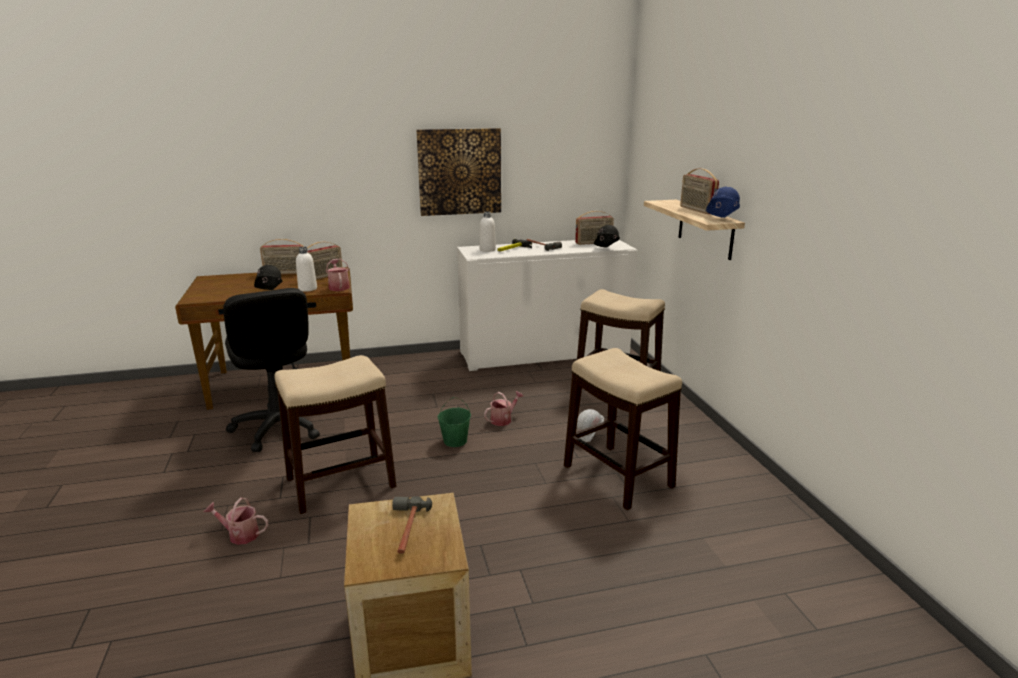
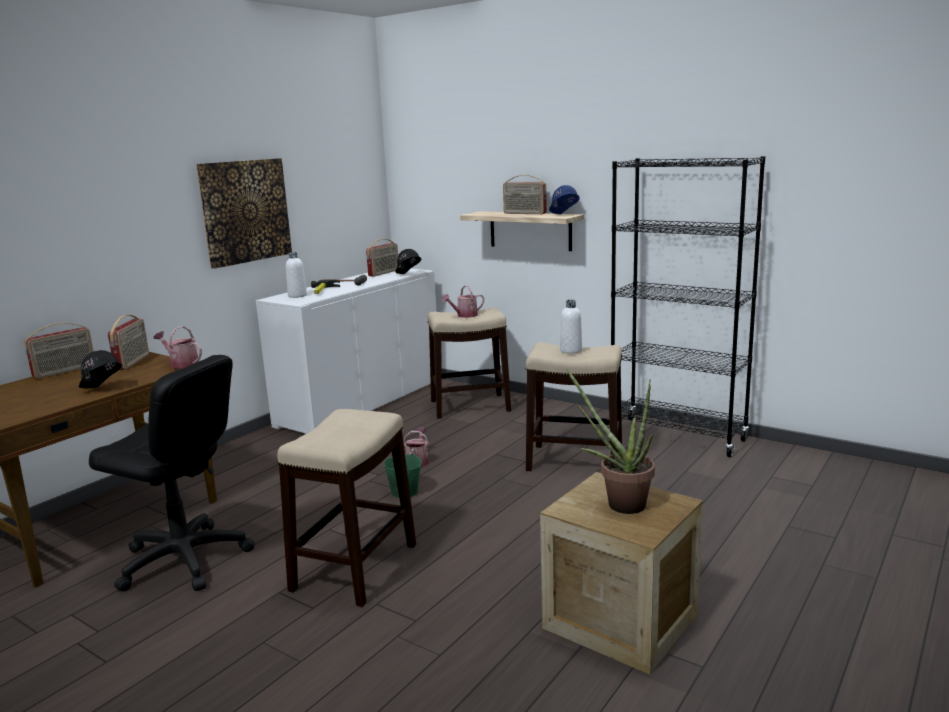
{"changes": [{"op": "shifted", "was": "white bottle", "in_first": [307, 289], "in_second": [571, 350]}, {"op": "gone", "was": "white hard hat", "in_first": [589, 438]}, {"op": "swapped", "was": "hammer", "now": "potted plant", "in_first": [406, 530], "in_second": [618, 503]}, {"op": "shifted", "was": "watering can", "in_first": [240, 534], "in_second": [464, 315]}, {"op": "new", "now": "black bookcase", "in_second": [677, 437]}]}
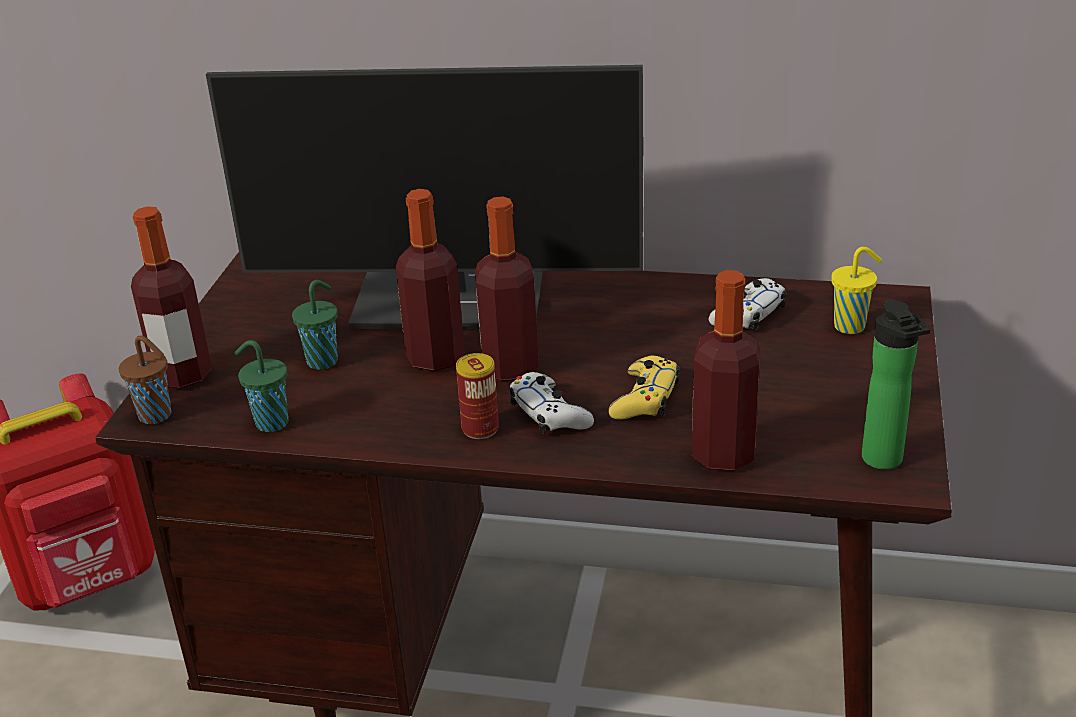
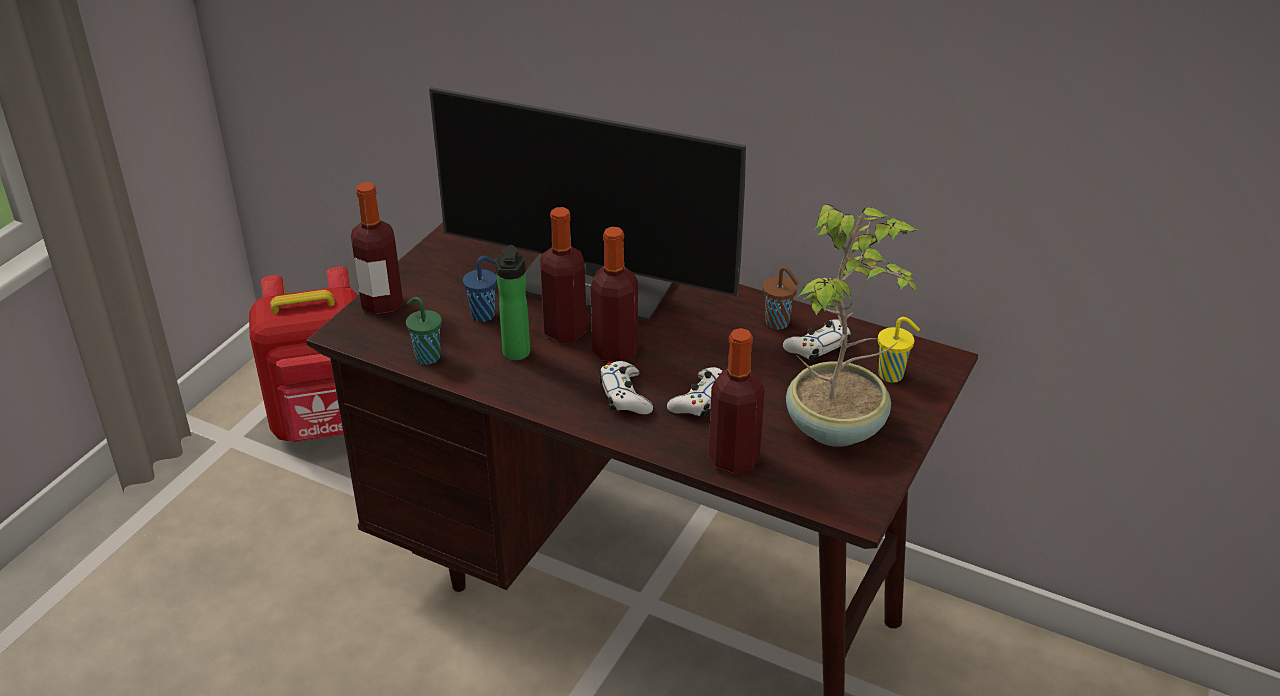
{"changes": [{"op": "repainted", "was": "green cup", "now": "blue cup", "in_first": [323, 361], "in_second": [484, 314]}, {"op": "shifted", "was": "bottle", "in_first": [885, 462], "in_second": [516, 355]}, {"op": "shifted", "was": "brown cup", "in_first": [157, 416], "in_second": [778, 323]}, {"op": "gone", "was": "can", "in_first": [480, 428]}, {"op": "repainted", "was": "yellow game controller", "now": "white game controller", "in_first": [645, 398], "in_second": [701, 400]}, {"op": "new", "now": "potted plant", "in_second": [838, 427]}]}
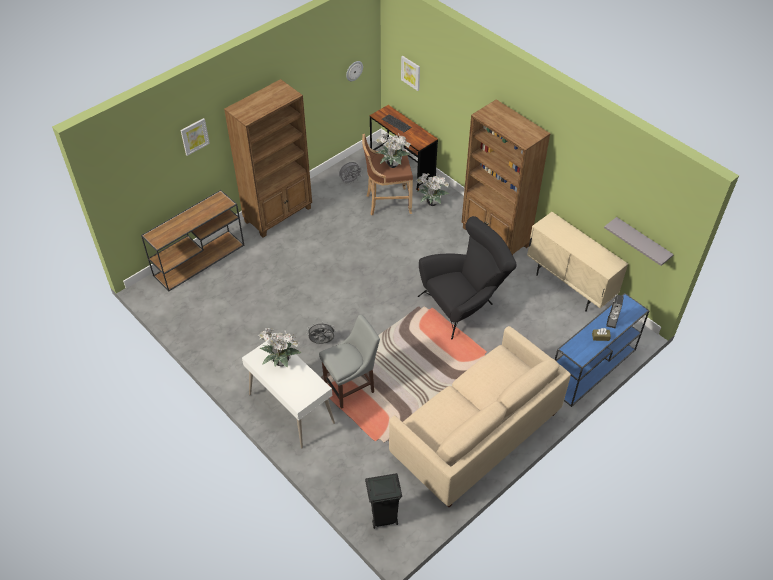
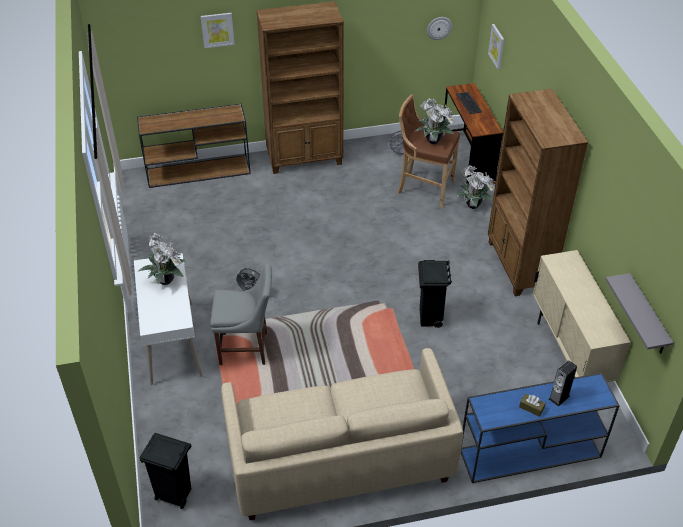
{"changes": [{"op": "swapped", "was": "black armchair", "now": "black trash can", "in_first": [463, 303], "in_second": [430, 319]}]}
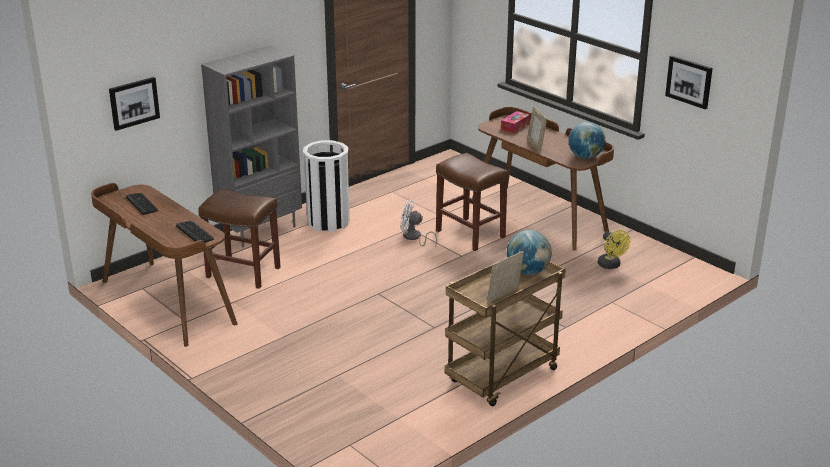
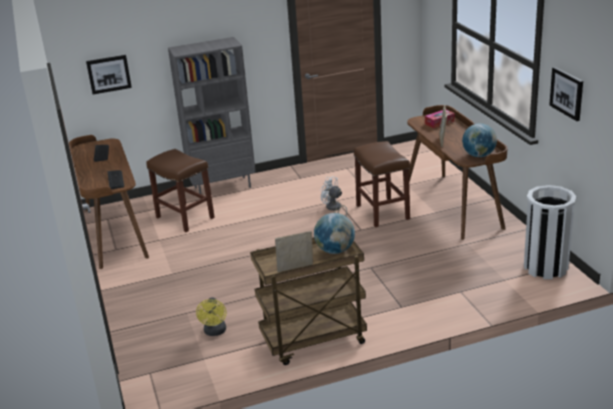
{"changes": [{"op": "shifted", "was": "white trash can", "in_first": [328, 222], "in_second": [545, 267]}, {"op": "shifted", "was": "yellow fan", "in_first": [611, 265], "in_second": [215, 332]}]}
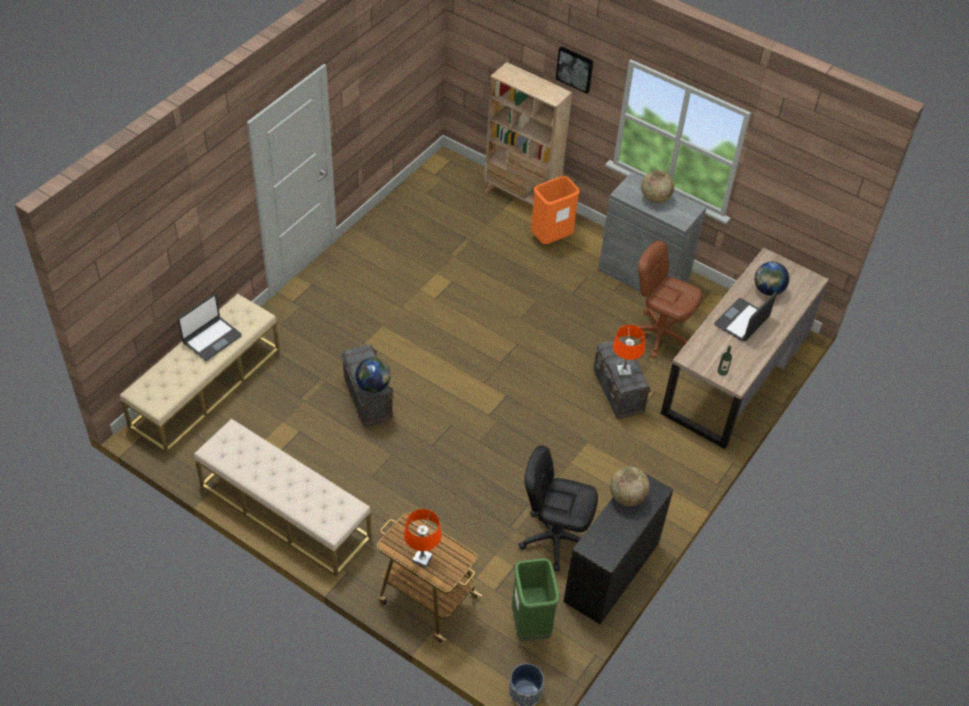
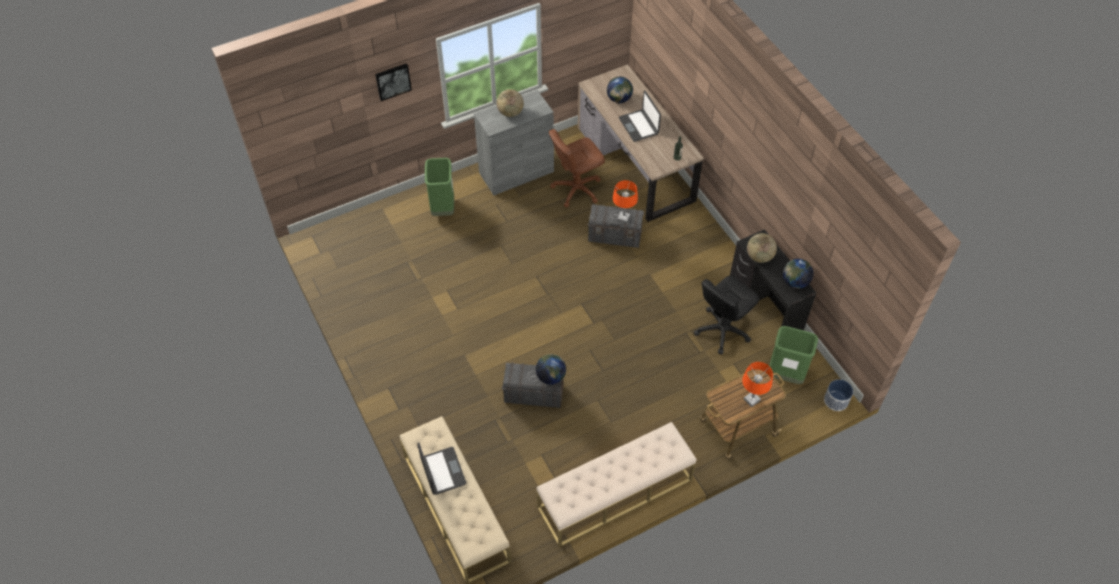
{"changes": [{"op": "gone", "was": "beige bookcase", "in_first": [521, 199]}, {"op": "repainted", "was": "orange trash can", "now": "green trash can", "in_first": [551, 238], "in_second": [443, 208]}, {"op": "new", "now": "globe", "in_second": [795, 282]}]}
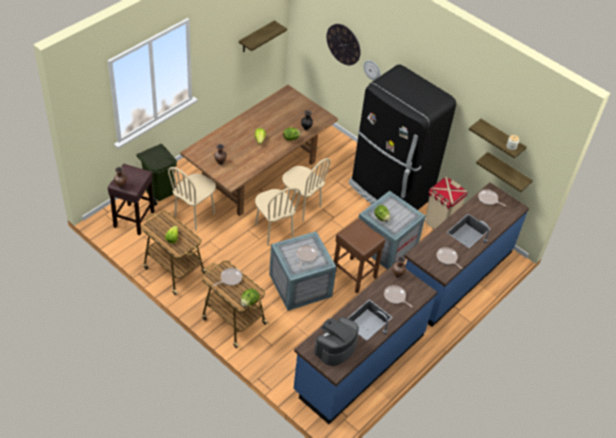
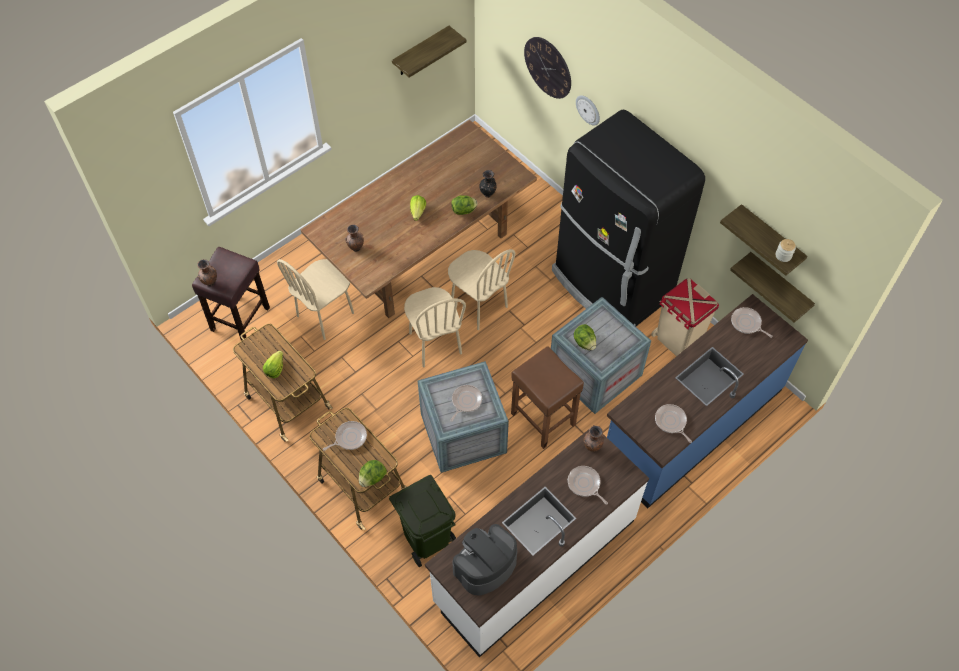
{"changes": [{"op": "shifted", "was": "green trash can", "in_first": [160, 192], "in_second": [427, 537]}, {"op": "repainted", "was": "blue counter", "now": "white counter", "in_first": [359, 362], "in_second": [534, 561]}]}
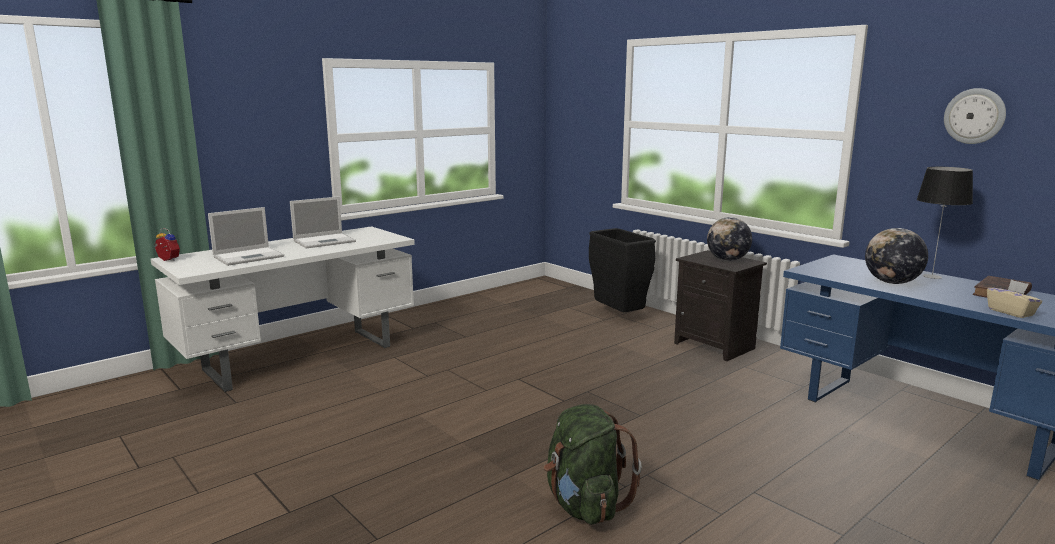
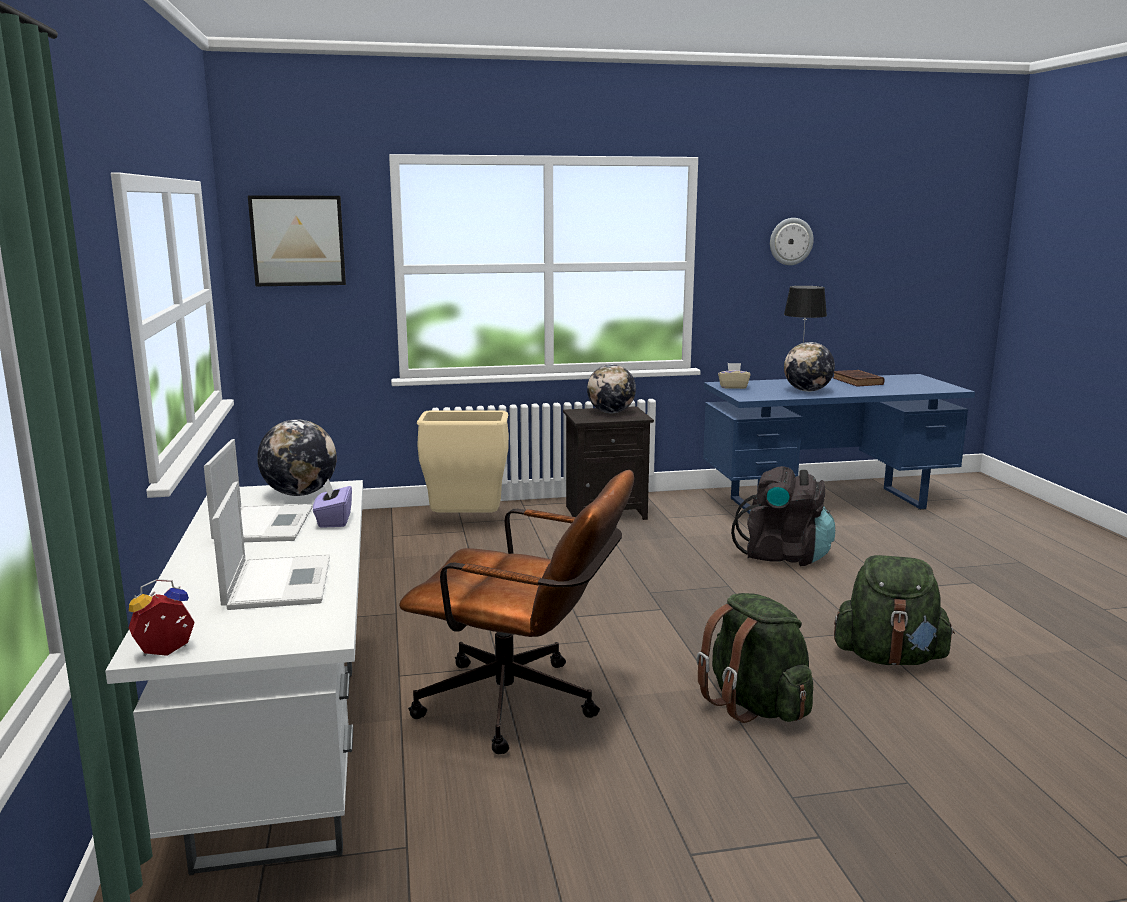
{"changes": [{"op": "repainted", "was": "black trash can", "now": "beige trash can", "in_first": [619, 316], "in_second": [466, 523]}, {"op": "shifted", "was": "beige tissue box", "in_first": [1011, 312], "in_second": [733, 387]}, {"op": "new", "now": "picture", "in_second": [298, 241]}, {"op": "new", "now": "globe", "in_second": [300, 494]}, {"op": "new", "now": "black backpack", "in_second": [783, 555]}, {"op": "new", "now": "brown office chair", "in_second": [522, 706]}, {"op": "new", "now": "purple tissue box", "in_second": [334, 520]}, {"op": "new", "now": "green backpack", "in_second": [755, 705]}]}
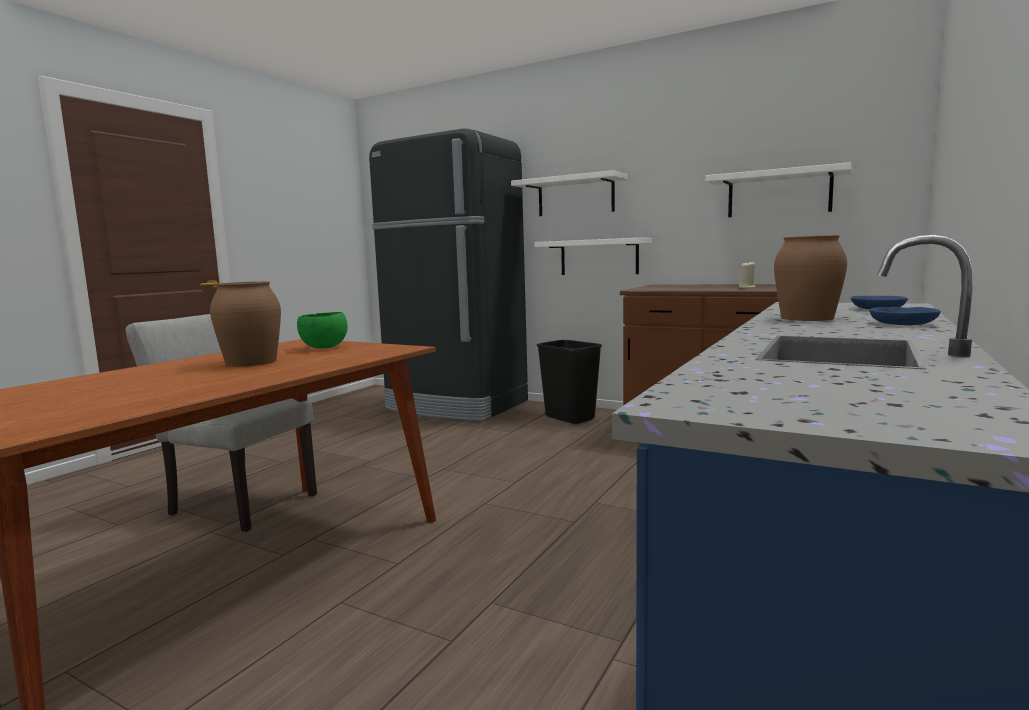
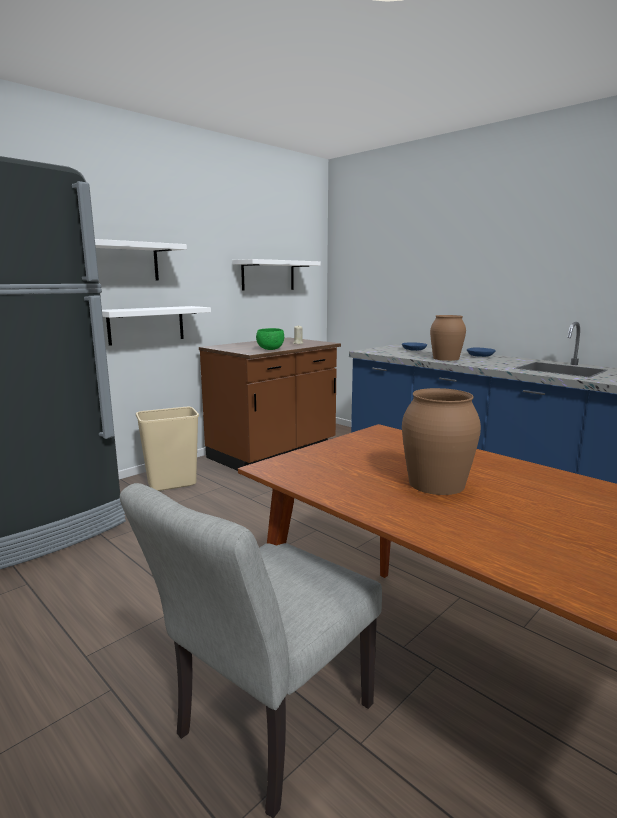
{"changes": [{"op": "shifted", "was": "green bowl", "in_first": [324, 348], "in_second": [271, 349]}, {"op": "repainted", "was": "black trash can", "now": "beige trash can", "in_first": [570, 418], "in_second": [172, 484]}]}
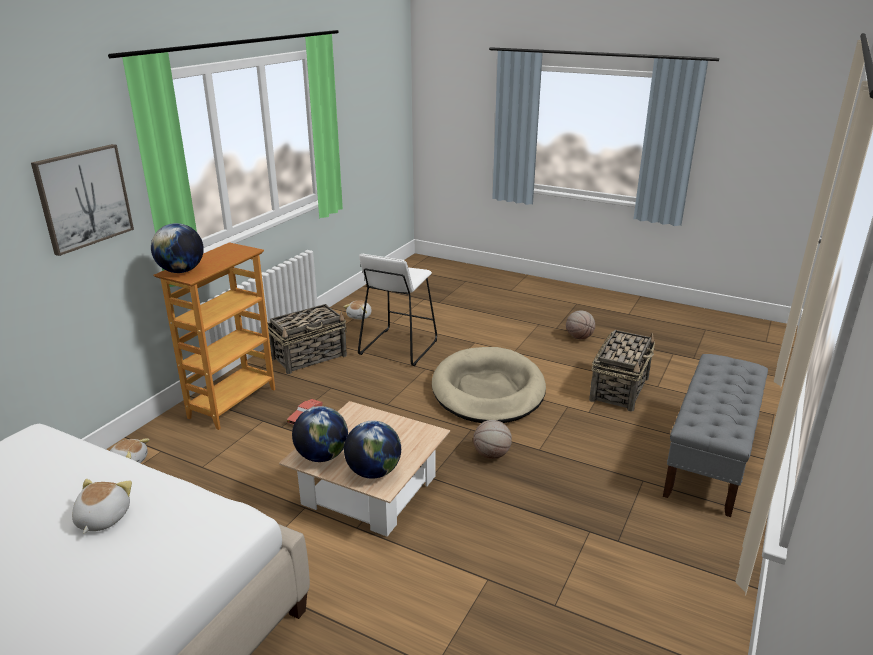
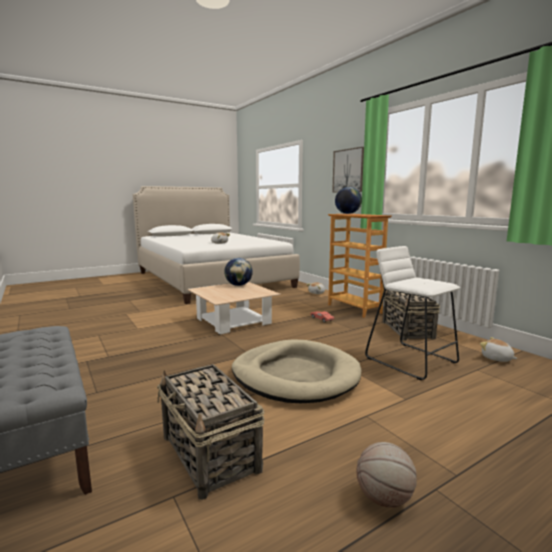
{"changes": [{"op": "gone", "was": "basketball", "in_first": [491, 455]}, {"op": "gone", "was": "globe", "in_first": [373, 472]}]}
